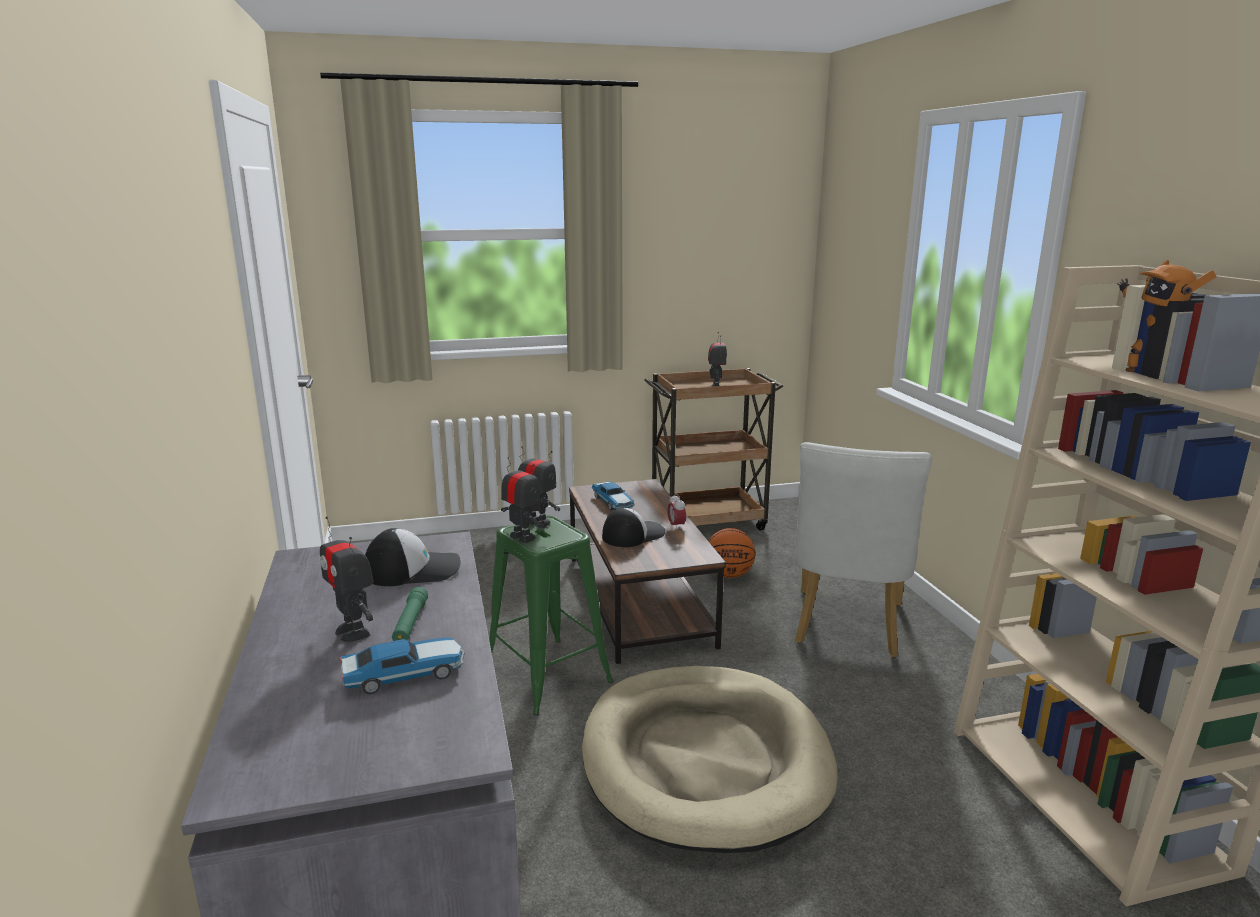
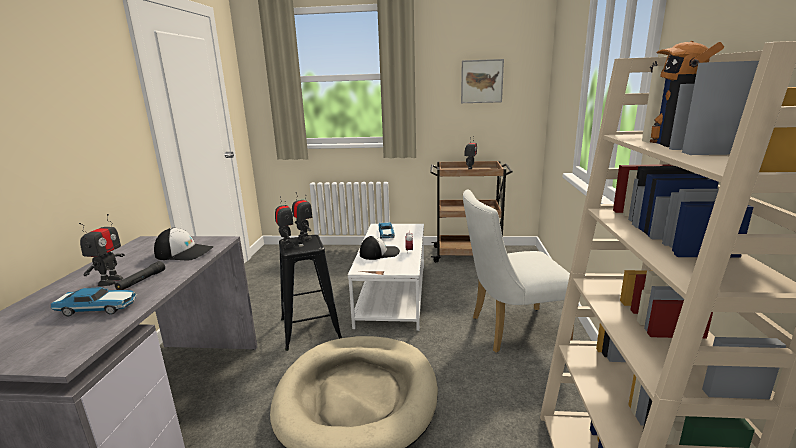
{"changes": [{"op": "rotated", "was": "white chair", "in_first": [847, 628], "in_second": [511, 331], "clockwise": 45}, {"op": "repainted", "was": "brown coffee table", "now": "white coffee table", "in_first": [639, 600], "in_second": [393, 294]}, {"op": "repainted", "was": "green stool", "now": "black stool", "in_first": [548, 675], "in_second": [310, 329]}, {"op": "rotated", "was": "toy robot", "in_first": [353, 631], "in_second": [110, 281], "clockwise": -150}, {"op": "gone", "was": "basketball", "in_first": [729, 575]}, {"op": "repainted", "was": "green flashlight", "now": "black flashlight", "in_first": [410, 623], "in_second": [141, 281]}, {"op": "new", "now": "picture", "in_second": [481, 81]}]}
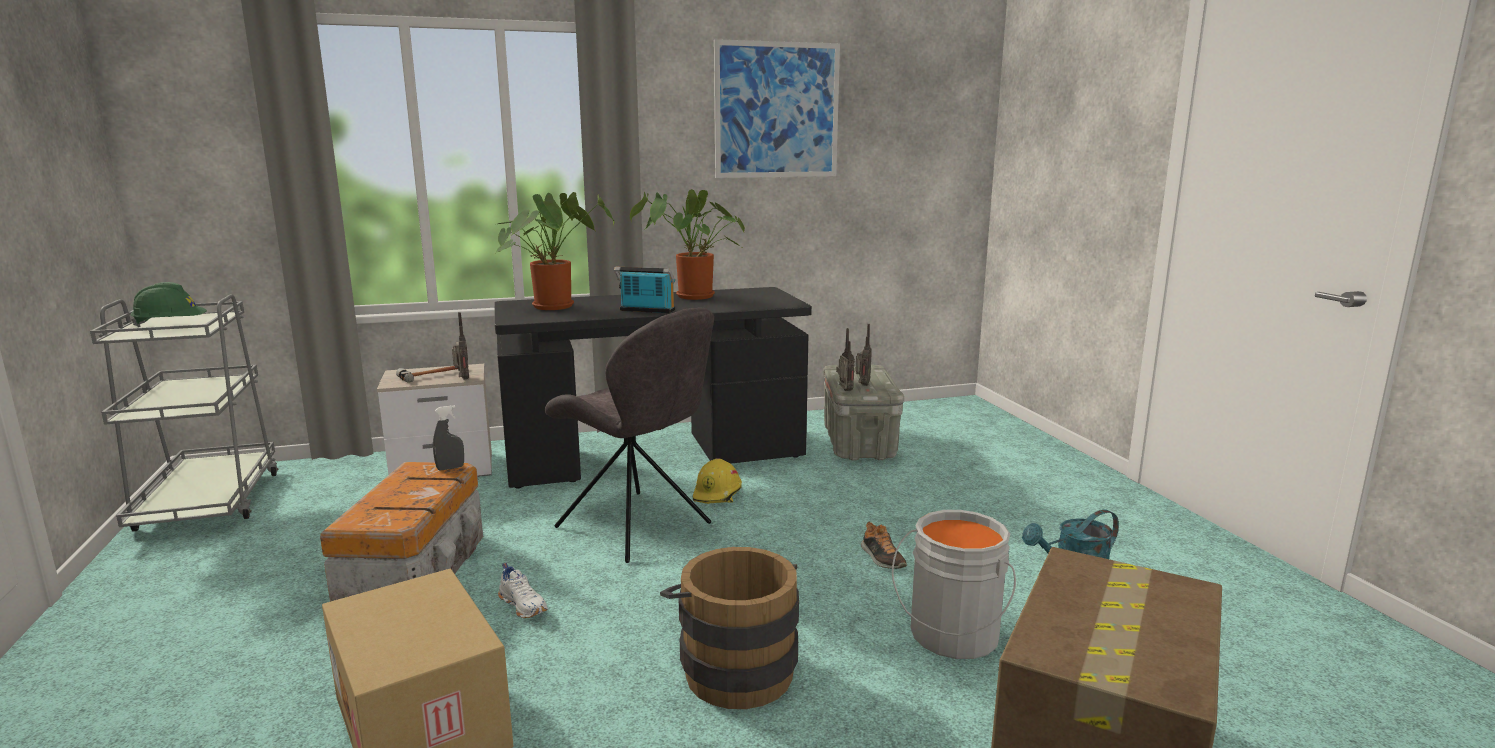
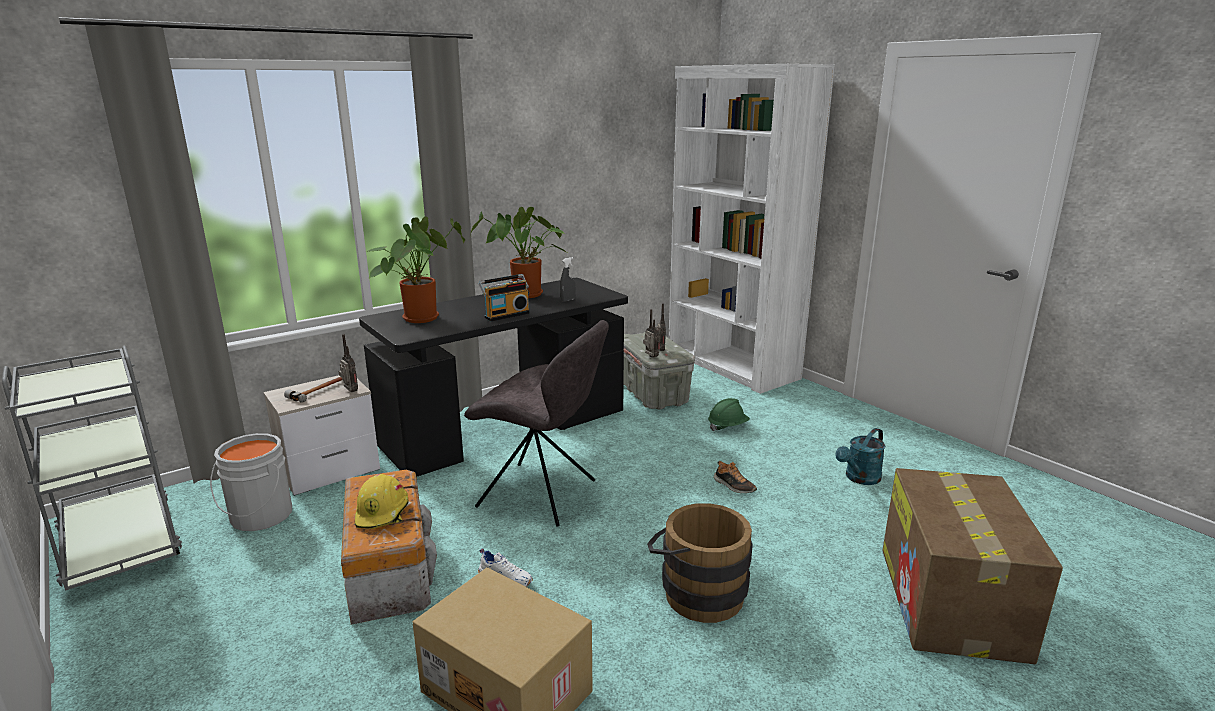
{"changes": [{"op": "gone", "was": "picture", "in_first": [777, 110]}, {"op": "rotated", "was": "radio", "in_first": [646, 311], "in_second": [506, 315], "clockwise": 150}, {"op": "shifted", "was": "green hard hat", "in_first": [171, 325], "in_second": [727, 426]}, {"op": "shifted", "was": "grey spray bottle", "in_first": [450, 468], "in_second": [568, 300]}, {"op": "shifted", "was": "yellow hard hat", "in_first": [718, 494], "in_second": [383, 513]}, {"op": "shifted", "was": "grey bucket", "in_first": [951, 636], "in_second": [259, 517]}, {"op": "new", "now": "white bookcase", "in_second": [731, 365]}]}
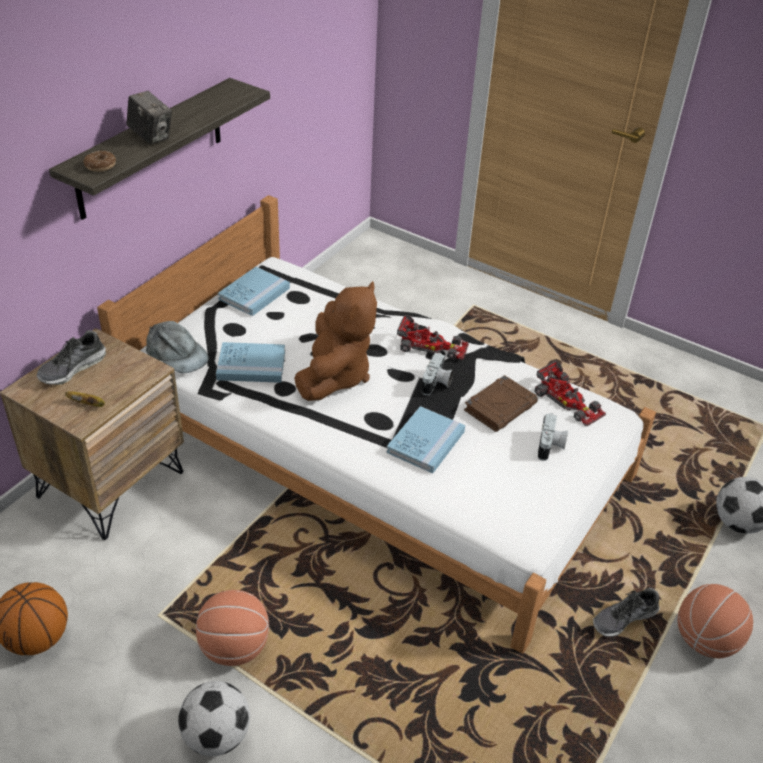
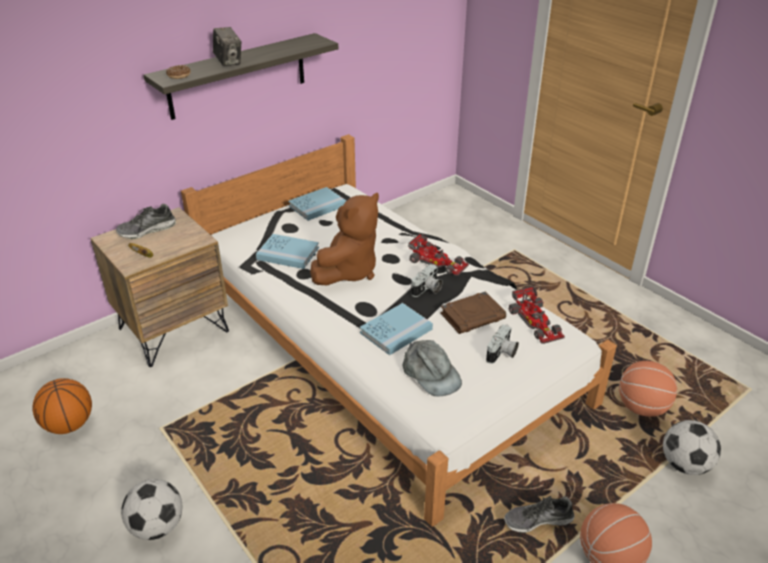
{"changes": [{"op": "shifted", "was": "grey cap", "in_first": [176, 354], "in_second": [431, 374]}, {"op": "shifted", "was": "basketball", "in_first": [234, 647], "in_second": [641, 407]}]}
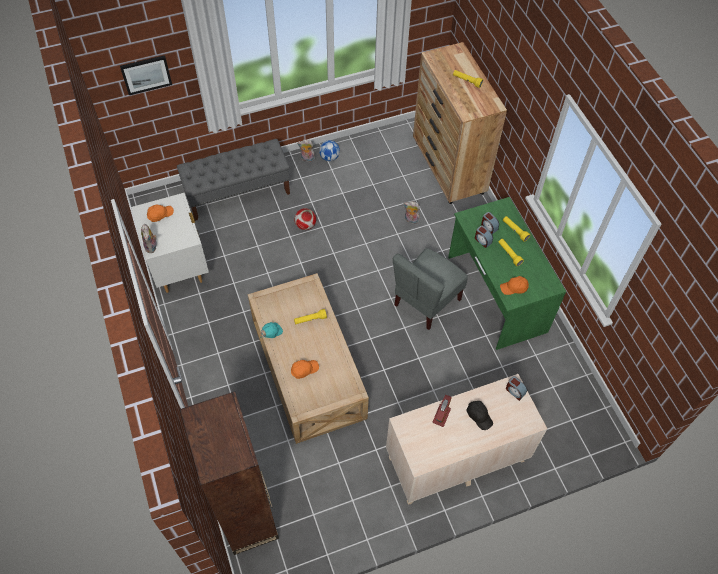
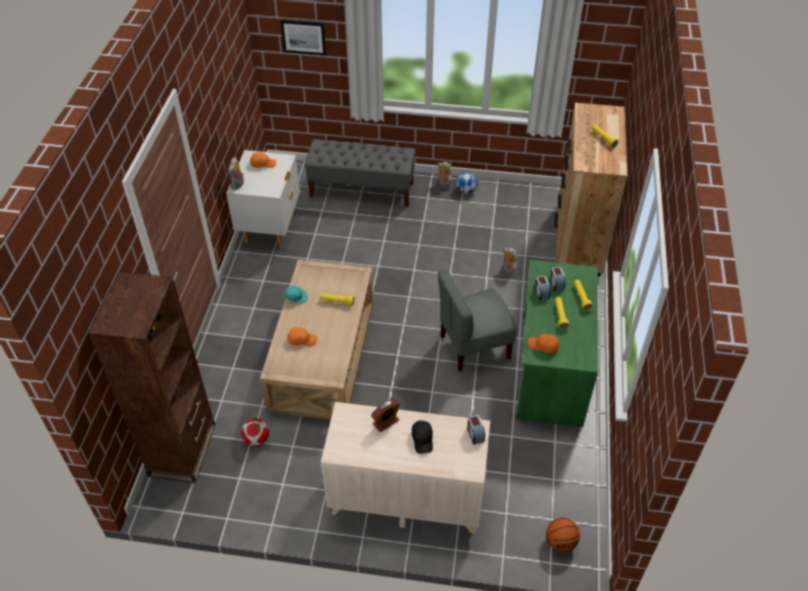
{"changes": [{"op": "shifted", "was": "football", "in_first": [305, 225], "in_second": [256, 439]}, {"op": "new", "now": "basketball", "in_second": [560, 542]}]}
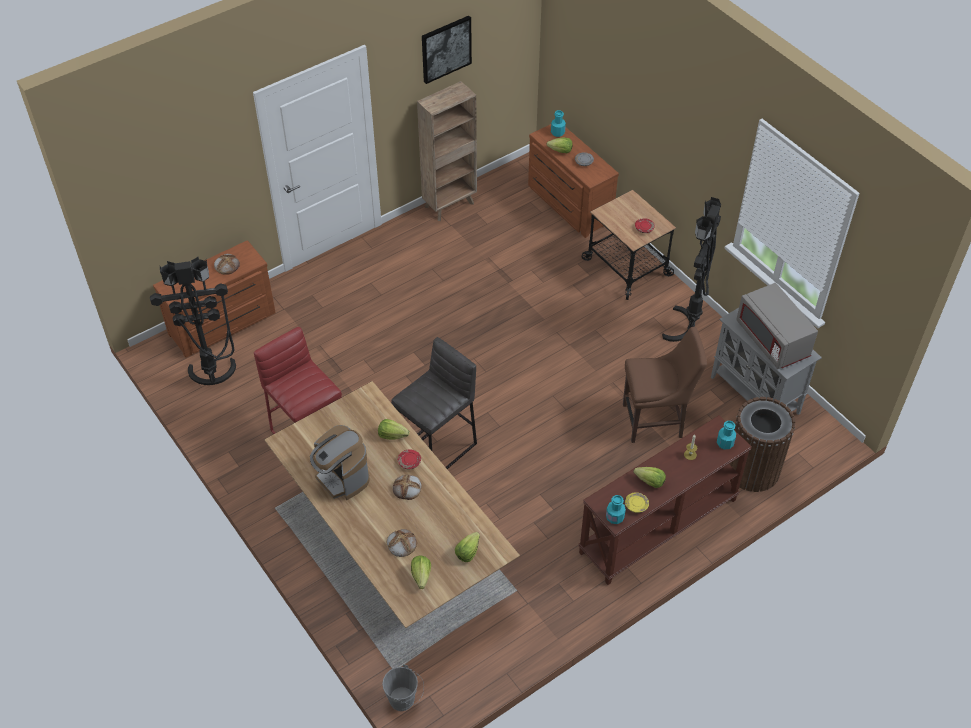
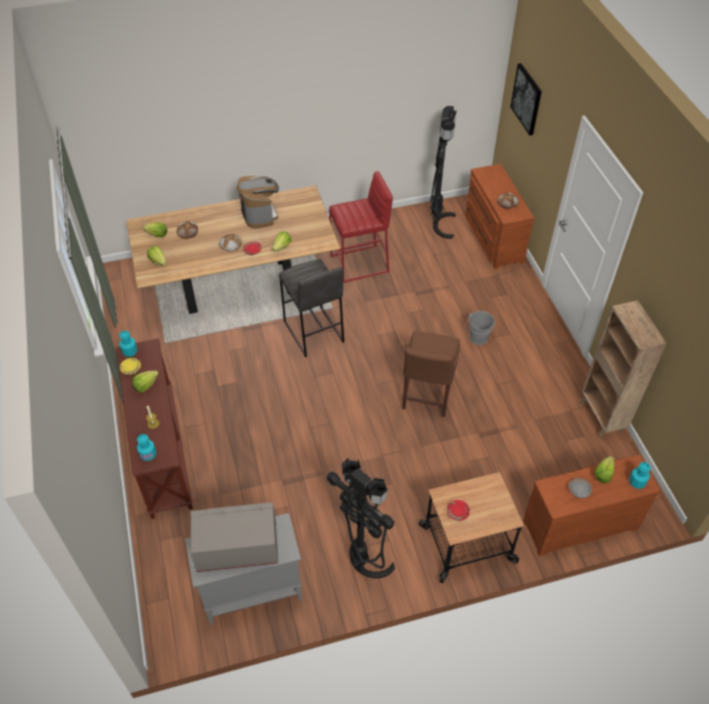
{"changes": [{"op": "shifted", "was": "picture", "in_first": [446, 49], "in_second": [527, 99]}, {"op": "shifted", "was": "brown chair", "in_first": [656, 421], "in_second": [426, 397]}, {"op": "gone", "was": "brown trash can", "in_first": [752, 469]}, {"op": "rotated", "was": "coffee machine", "in_first": [342, 478], "in_second": [260, 214], "clockwise": 90}, {"op": "shifted", "was": "grey bucket", "in_first": [404, 700], "in_second": [477, 339]}]}
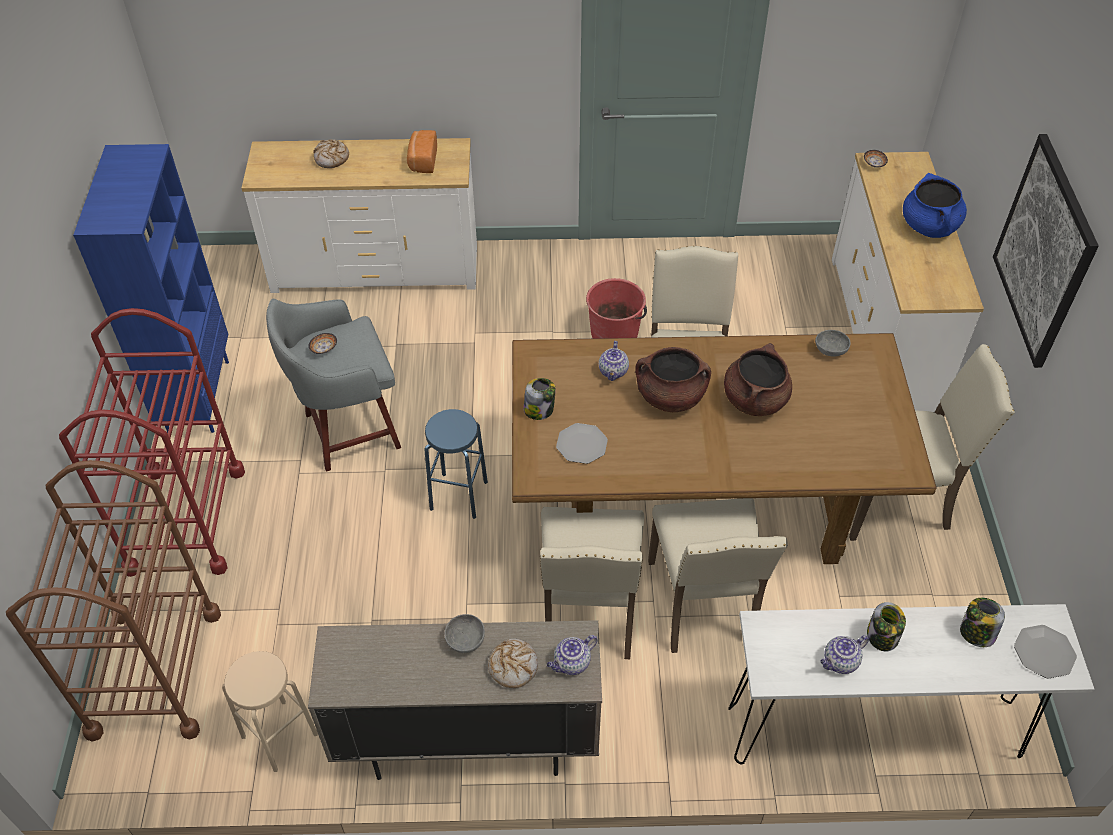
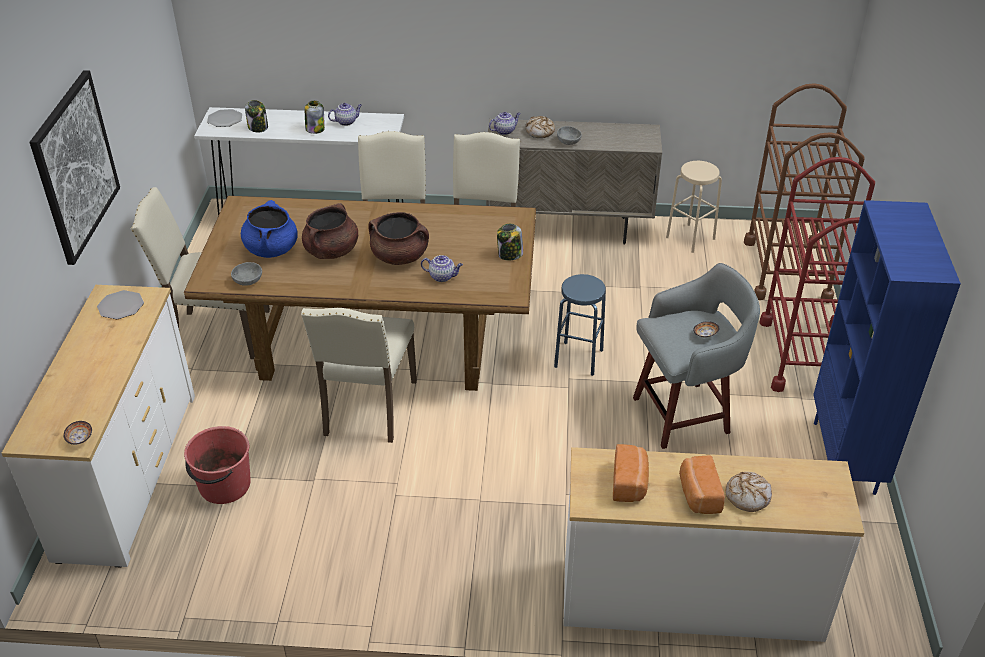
{"changes": [{"op": "shifted", "was": "blue cooking pot", "in_first": [929, 226], "in_second": [271, 249]}, {"op": "shifted", "was": "red bucket", "in_first": [615, 333], "in_second": [224, 486]}, {"op": "rotated", "was": "teapot", "in_first": [613, 372], "in_second": [442, 276], "clockwise": 90}, {"op": "shifted", "was": "plate", "in_first": [582, 444], "in_second": [120, 306]}, {"op": "new", "now": "bread", "in_second": [698, 495]}]}
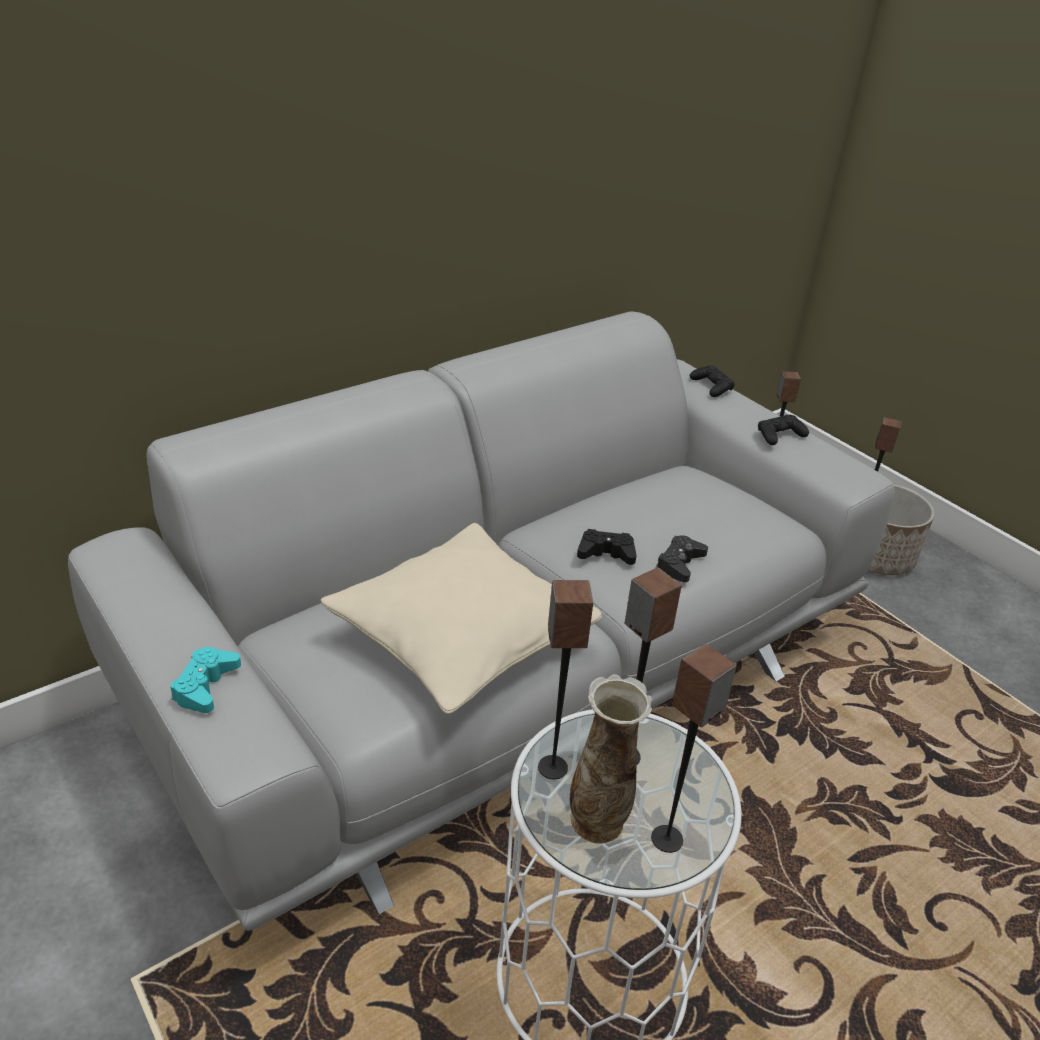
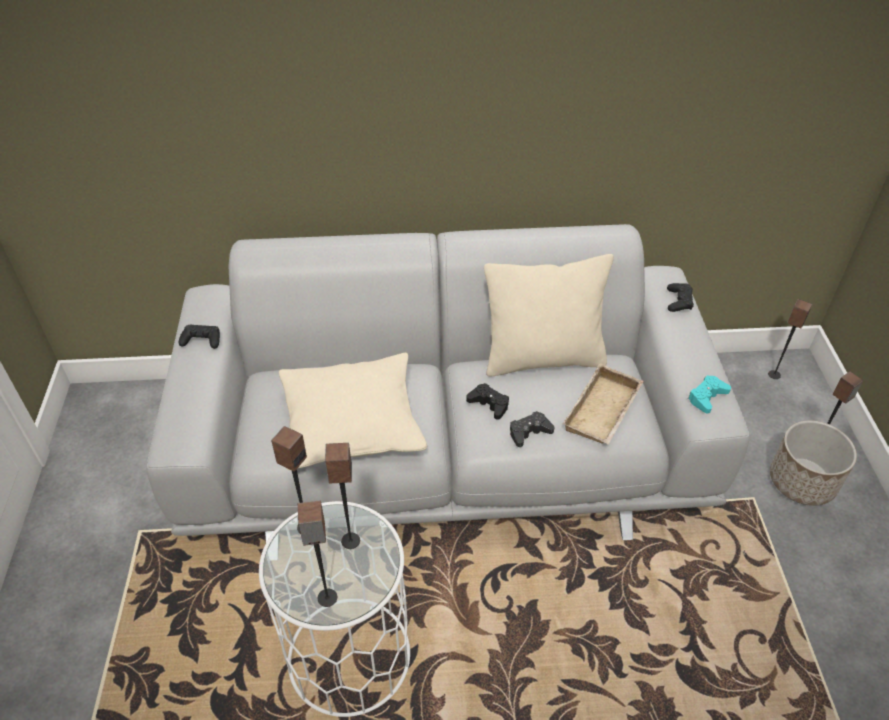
{"changes": [{"op": "shifted", "was": "black game controller", "in_first": [780, 435], "in_second": [202, 340]}, {"op": "shifted", "was": "turquoise game controller", "in_first": [205, 686], "in_second": [707, 397]}, {"op": "gone", "was": "vase", "in_first": [598, 822]}, {"op": "new", "now": "beige pillow", "in_second": [543, 358]}, {"op": "new", "now": "beige tray", "in_second": [604, 412]}]}
